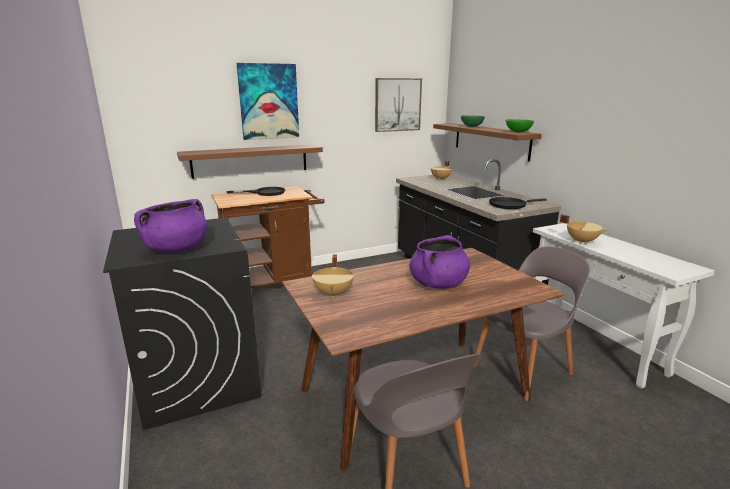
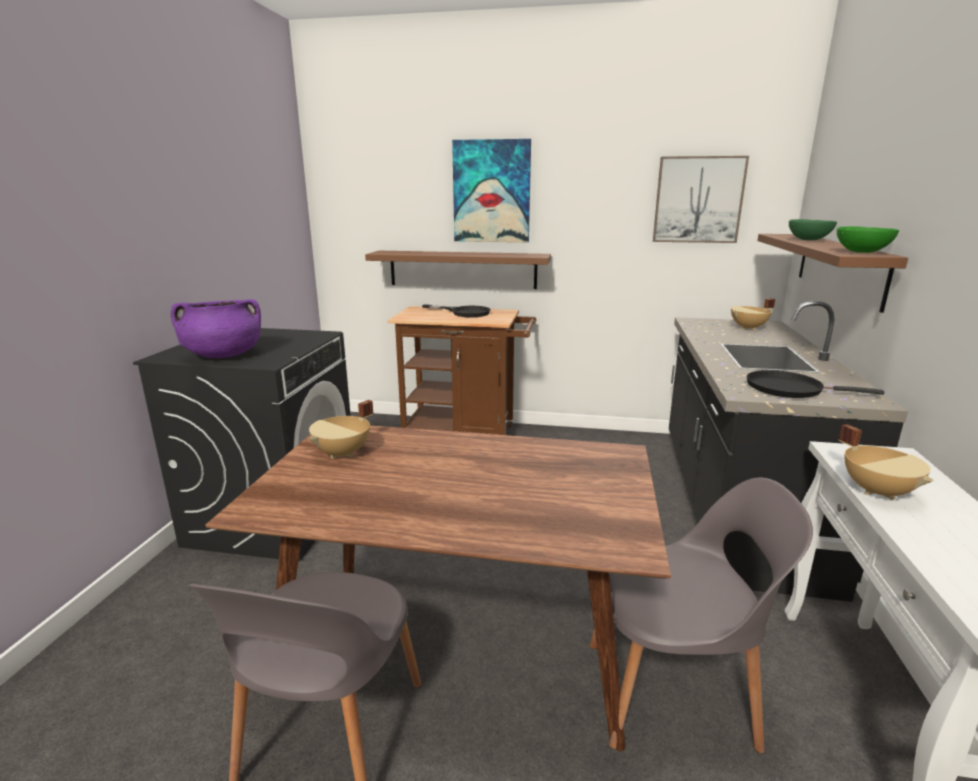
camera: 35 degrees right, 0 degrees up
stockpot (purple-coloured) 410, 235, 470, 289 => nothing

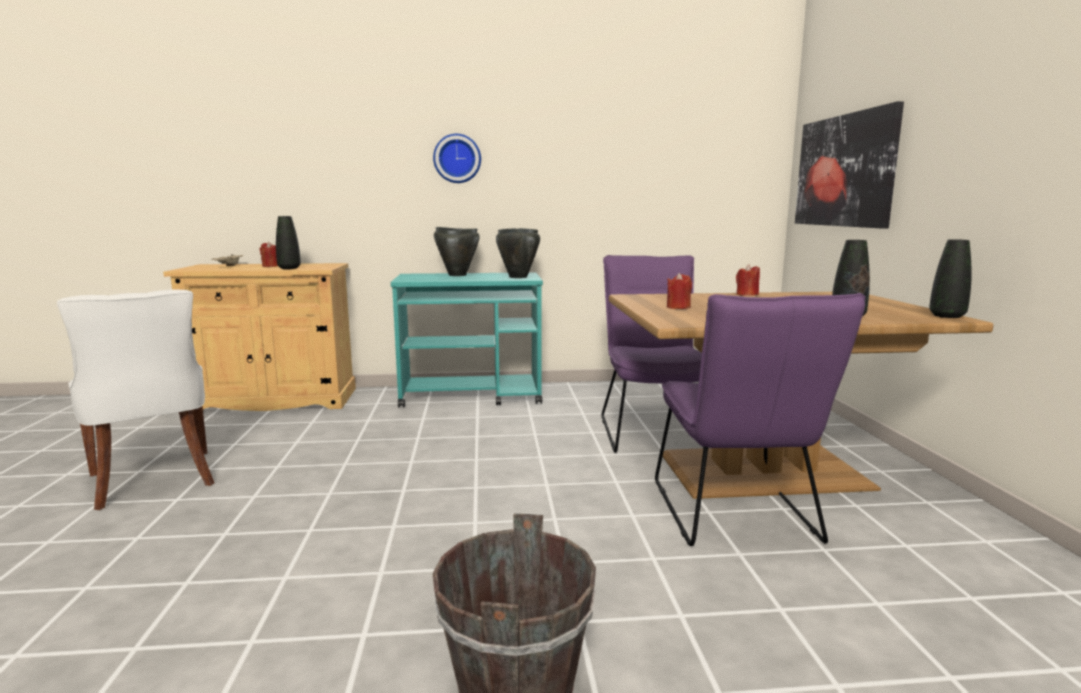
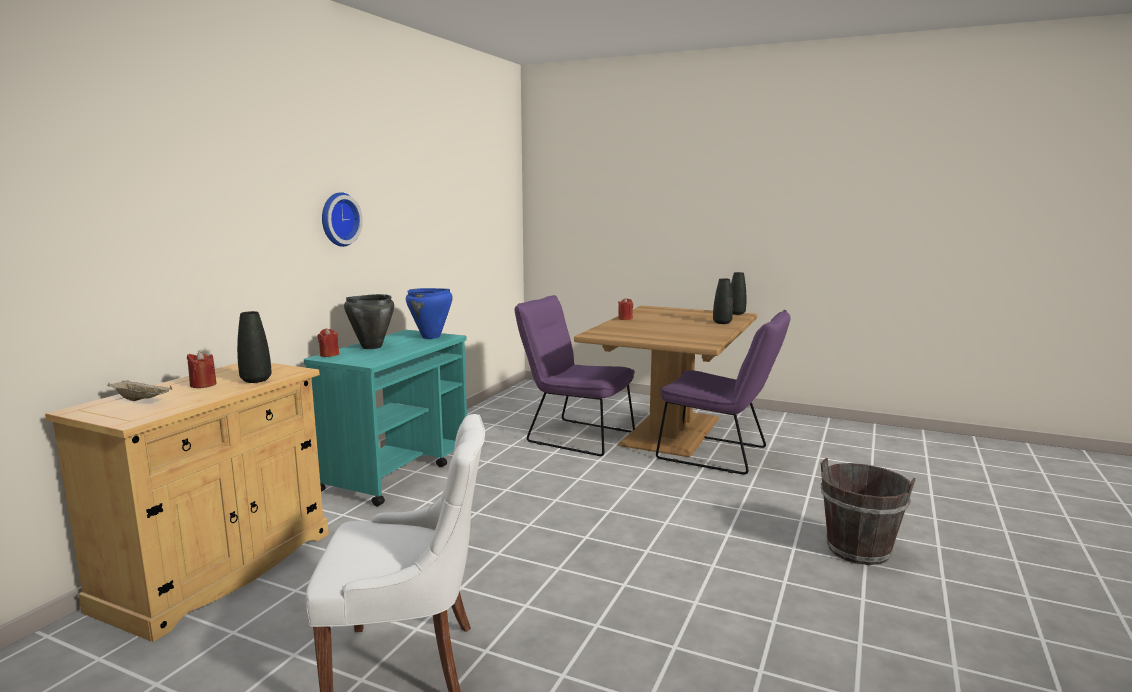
camera: 60 degrees left, 0 degrees up
wall picture 795, 101, 904, 229 => nothing
stockpot (black) 496, 228, 540, 278 => stockpot (bluish) 406, 288, 453, 339
candle (red-coloured) 667, 273, 692, 309 => candle (red-coloured) 317, 328, 339, 357, move

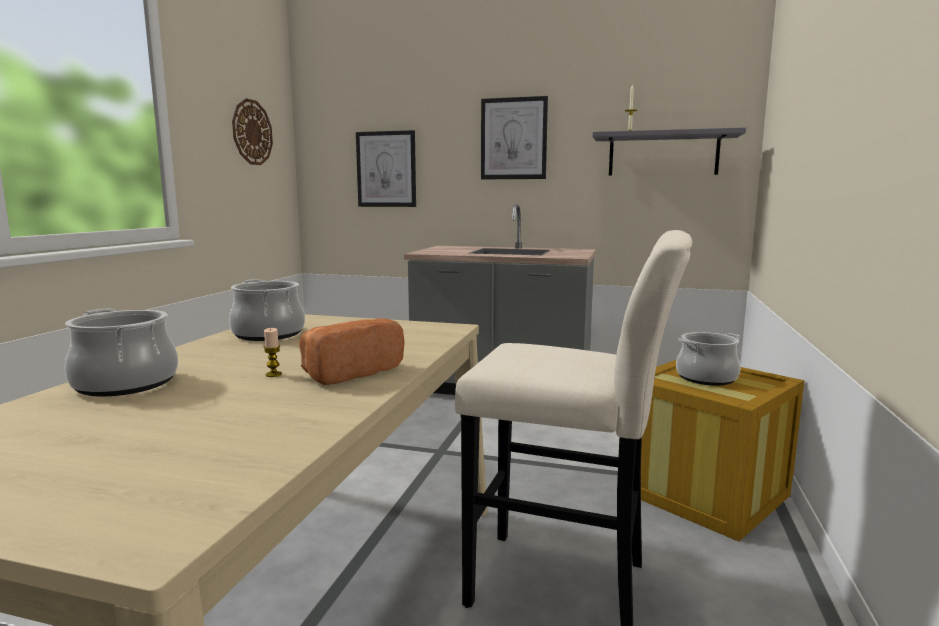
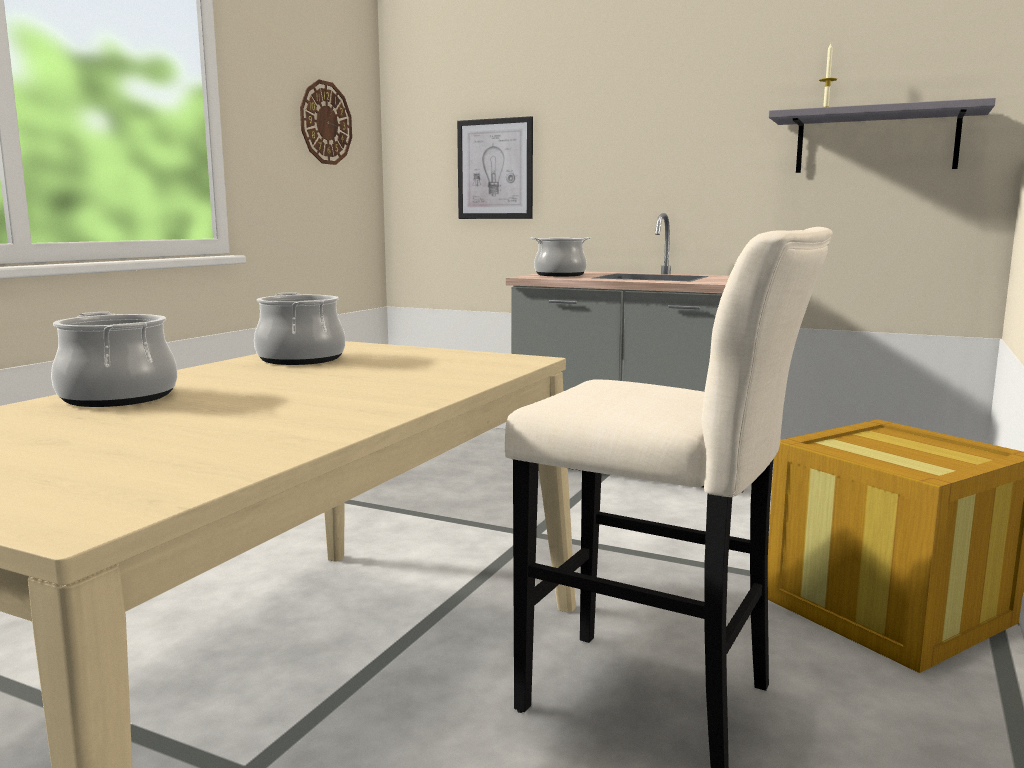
camera: 10 degrees right, 0 degrees up
wall picture 481, 96, 548, 179 => nothing
bakery bread 299, 318, 405, 385 => nothing
candle 263, 328, 282, 377 => nothing
stockpot 676, 332, 741, 386 => stockpot 530, 237, 591, 276, move

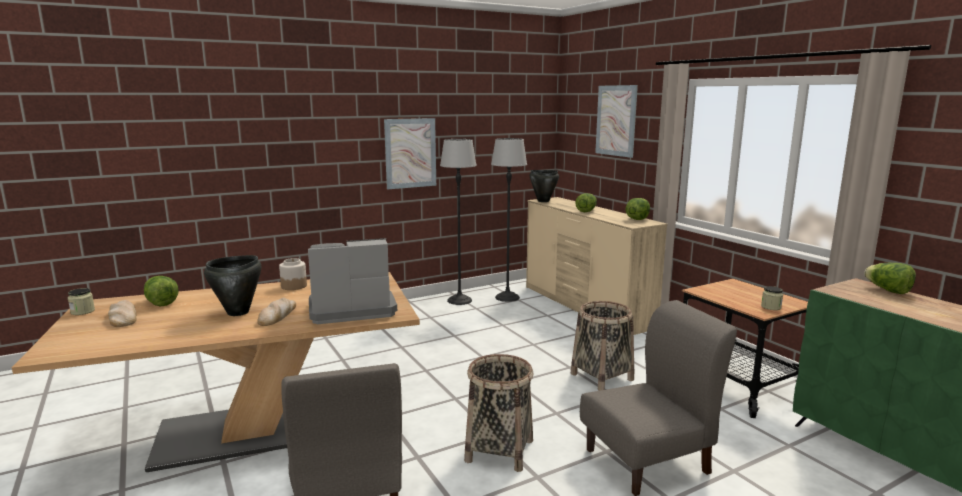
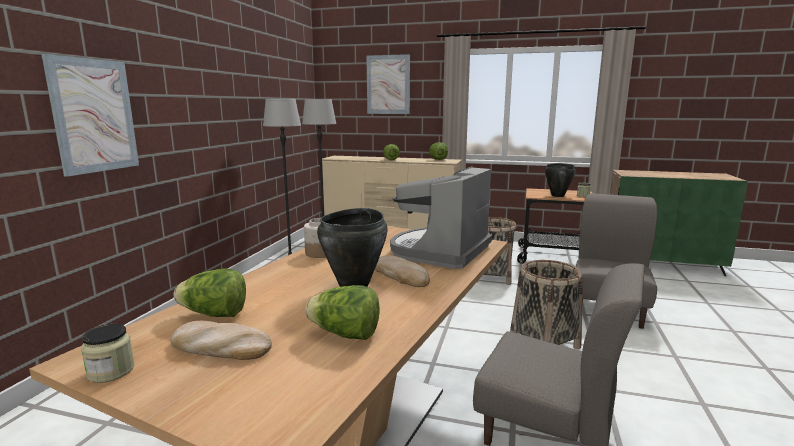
camera: 45 degrees left, 0 degrees up
wall picture 384, 118, 436, 189 => wall picture 42, 54, 139, 177, move
stockpot (black) 530, 170, 559, 202 => stockpot (black) 545, 163, 576, 197, move
lettuce 864, 263, 916, 294 => lettuce 305, 285, 380, 340, move

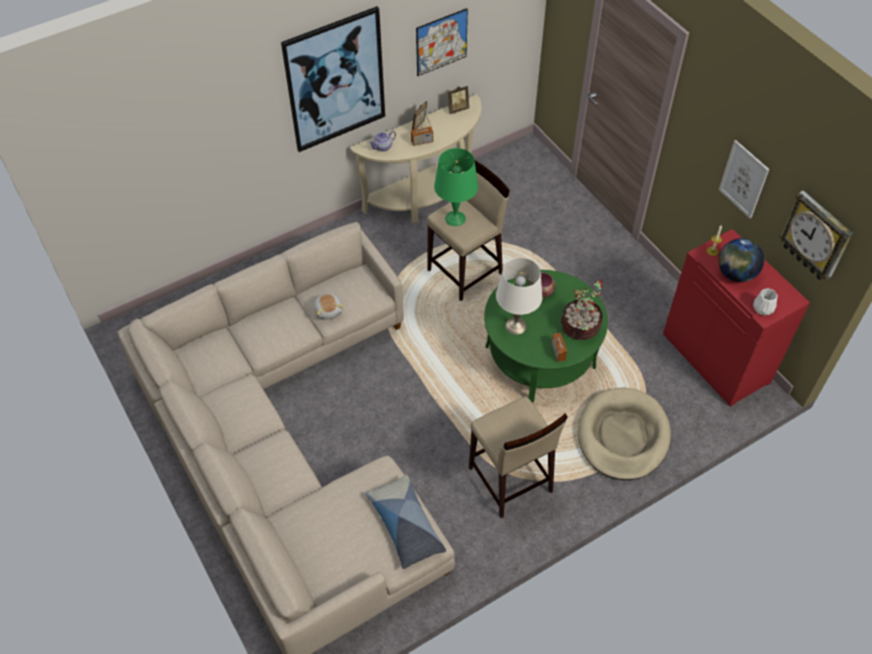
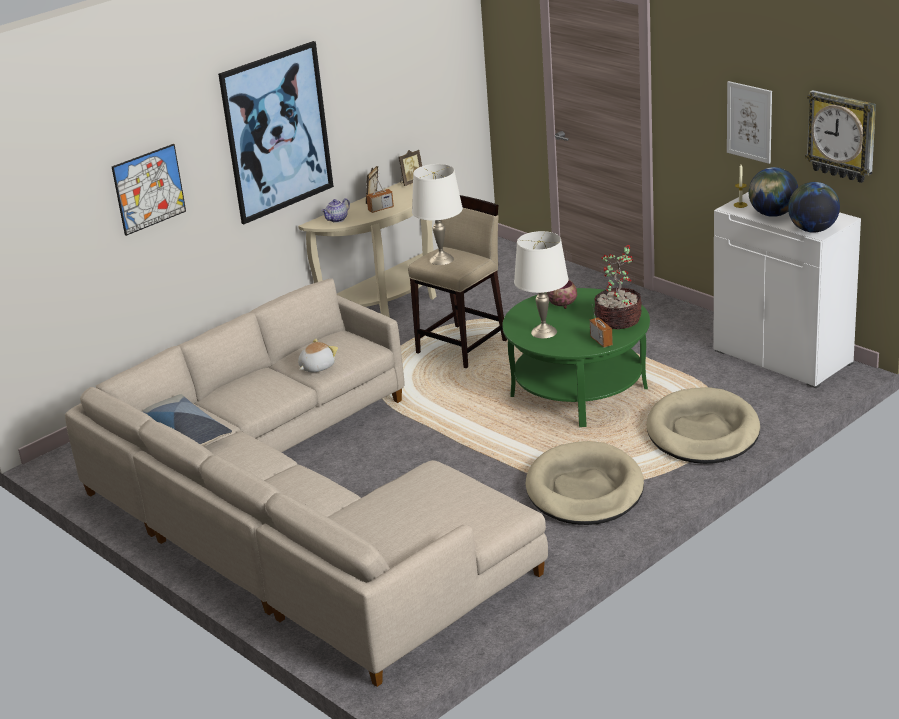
camera: 10 degrees left, 25 degrees down
wall picture 416, 8, 468, 76 => wall picture 112, 144, 186, 236, move
tabletop lamp (greenish) 434, 148, 478, 226 => tabletop lamp (whitish) 412, 164, 463, 265
cabinet (red-coloured) 663, 229, 810, 407 => cabinet (whitish) 714, 192, 861, 389
flower vase (whitish) 753, 288, 778, 316 => world globe 788, 182, 840, 232
plush toy 314, 293, 344, 320 => plush toy 298, 339, 338, 372, 105 degrees counterclockwise
stool seat (beige) 469, 396, 568, 518 => dog cushion (beige) 525, 441, 644, 525
throw pillow 366, 475, 446, 569 => throw pillow 142, 394, 232, 446, move

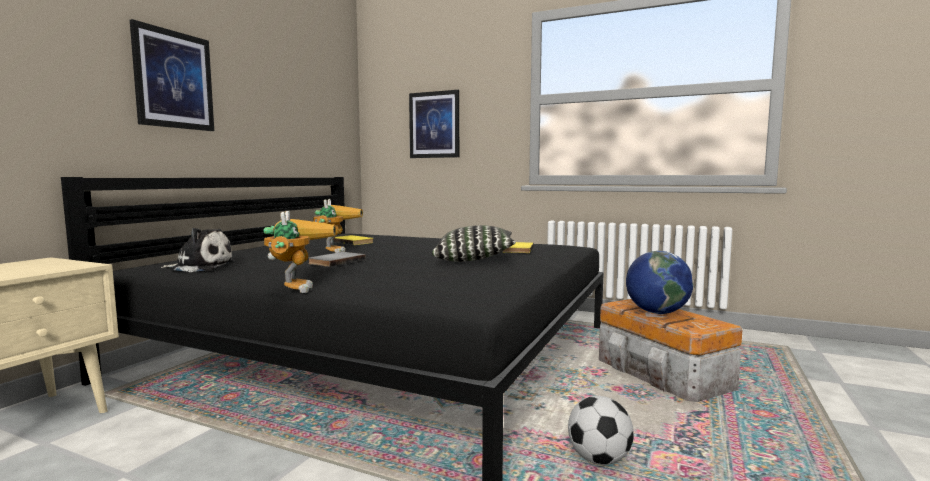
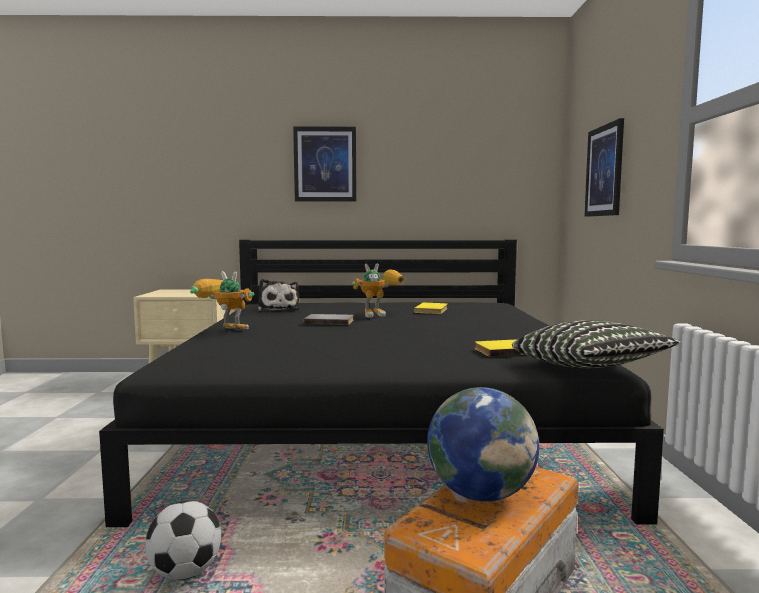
camera: 65 degrees right, 0 degrees up
toy robot 263, 211, 336, 293 => toy robot 190, 271, 254, 329, 135 degrees counterclockwise
throw pillow 432, 225, 516, 262 => throw pillow 512, 320, 681, 368, move

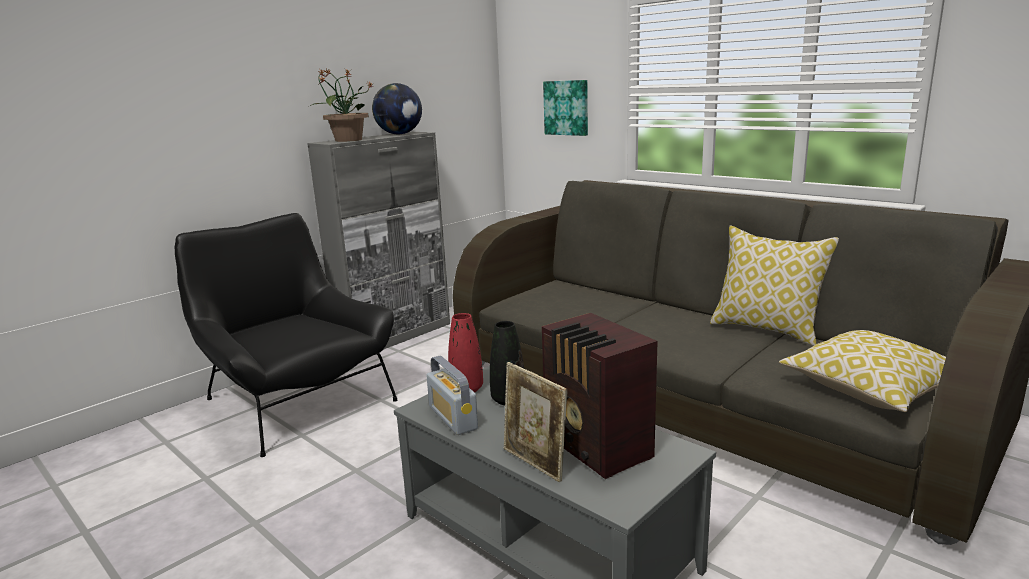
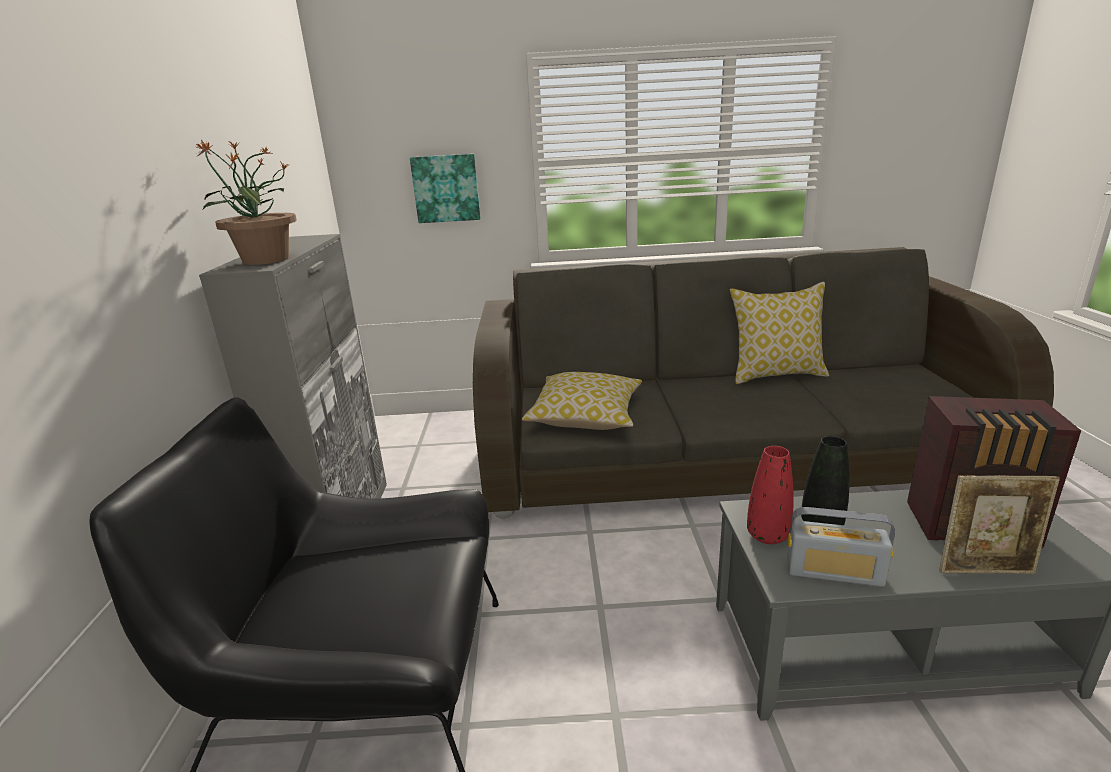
camera: 45 degrees left, 5 degrees up
world globe 372, 83, 422, 134 => nothing
throw pillow 779, 330, 946, 412 => throw pillow 522, 372, 642, 430, move

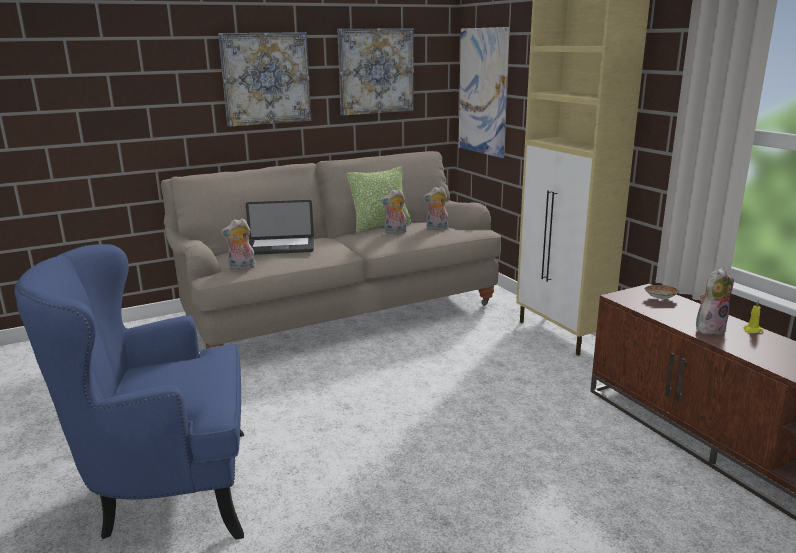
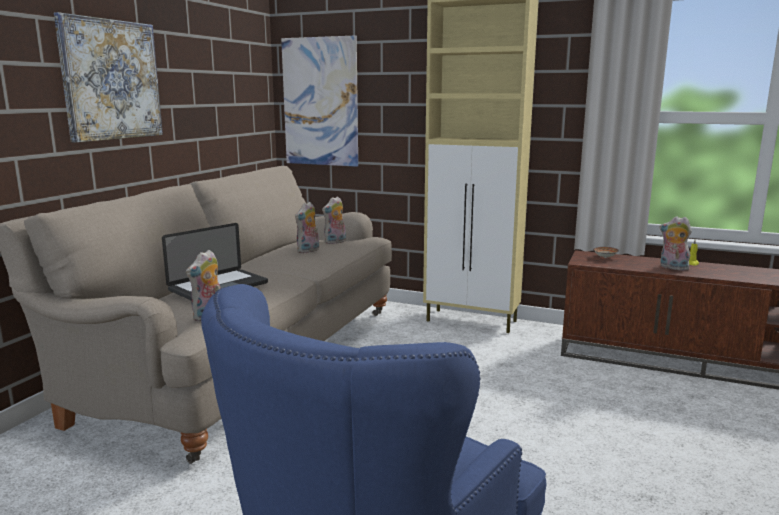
camera: 40 degrees left, 5 degrees down
wall picture 337, 28, 414, 116 => nothing
throw pillow 346, 167, 412, 232 => nothing
plush toy 696, 268, 734, 335 => plush toy 660, 216, 692, 271, 75 degrees counterclockwise

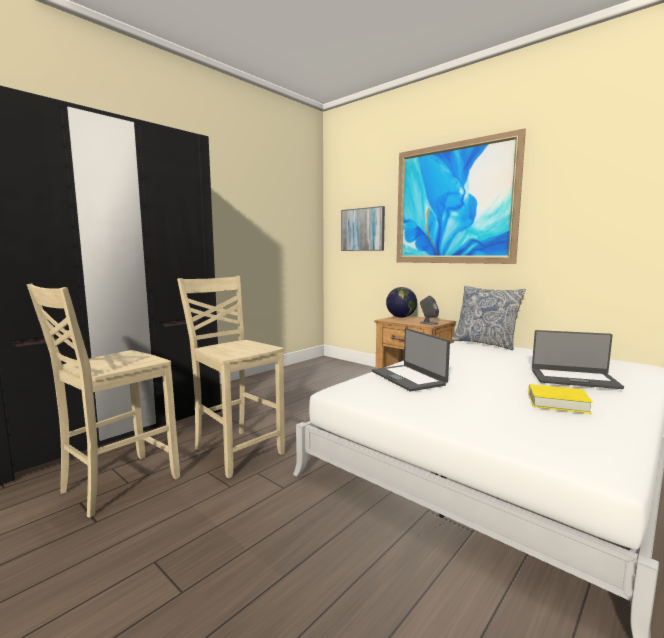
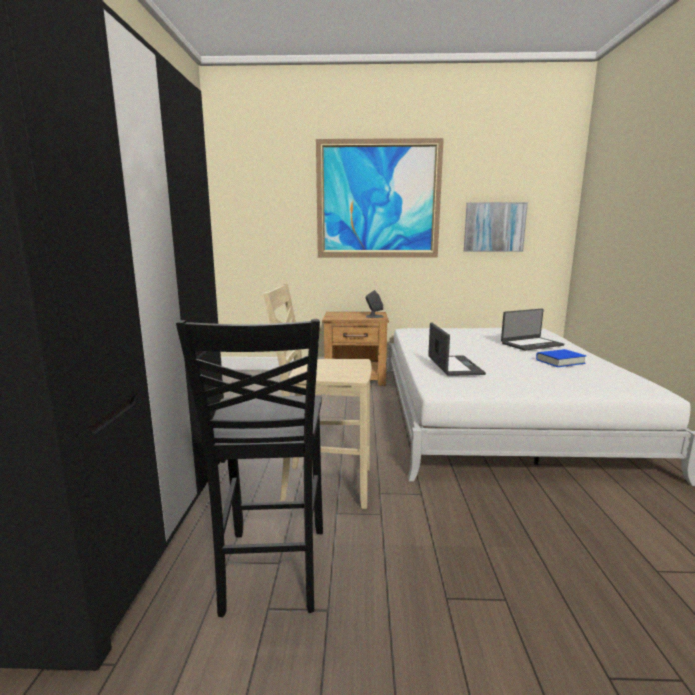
camera: 40 degrees left, 5 degrees up
wall picture 341, 206, 385, 251 => wall picture 464, 202, 528, 252, move
upright chair (beige) 27, 283, 180, 518 => upright chair (black) 176, 319, 323, 617
throw pillow 452, 286, 526, 350 => nothing
world globe 386, 287, 417, 318 => nothing
portable computer 372, 328, 450, 392 => portable computer 428, 323, 486, 376, 120 degrees counterclockwise
bound book (yellow-coloured) 528, 384, 593, 414 => bound book (bluish) 536, 349, 586, 367

